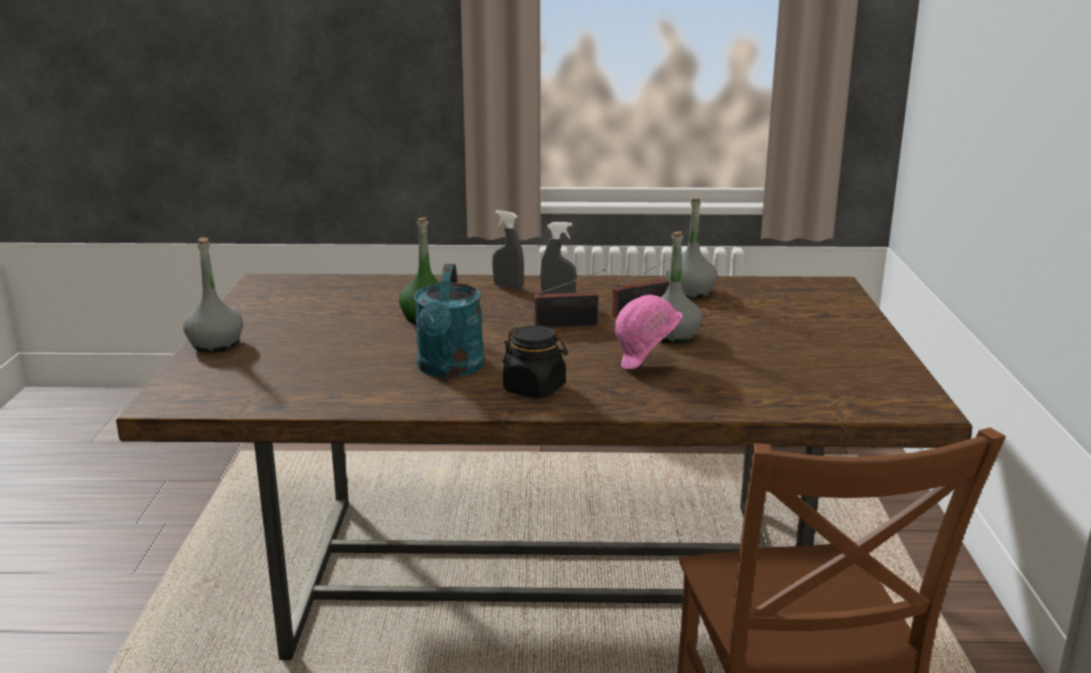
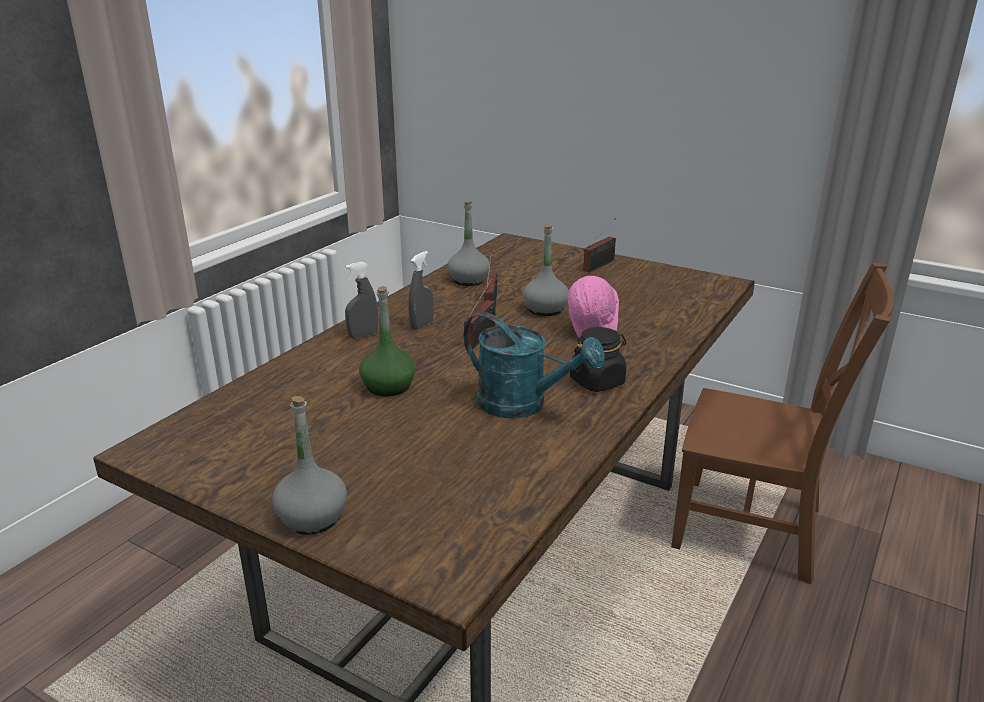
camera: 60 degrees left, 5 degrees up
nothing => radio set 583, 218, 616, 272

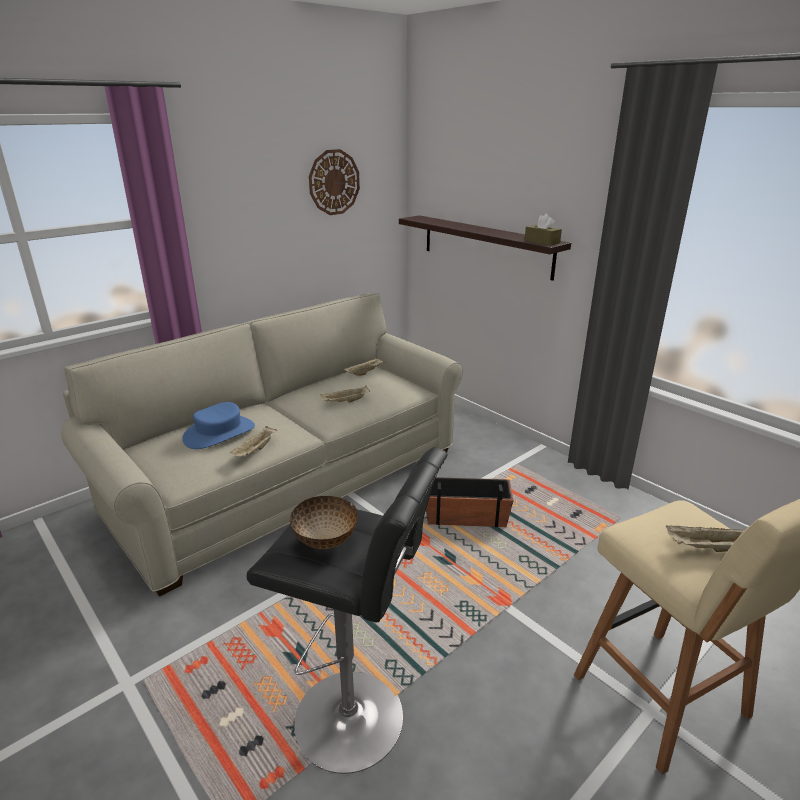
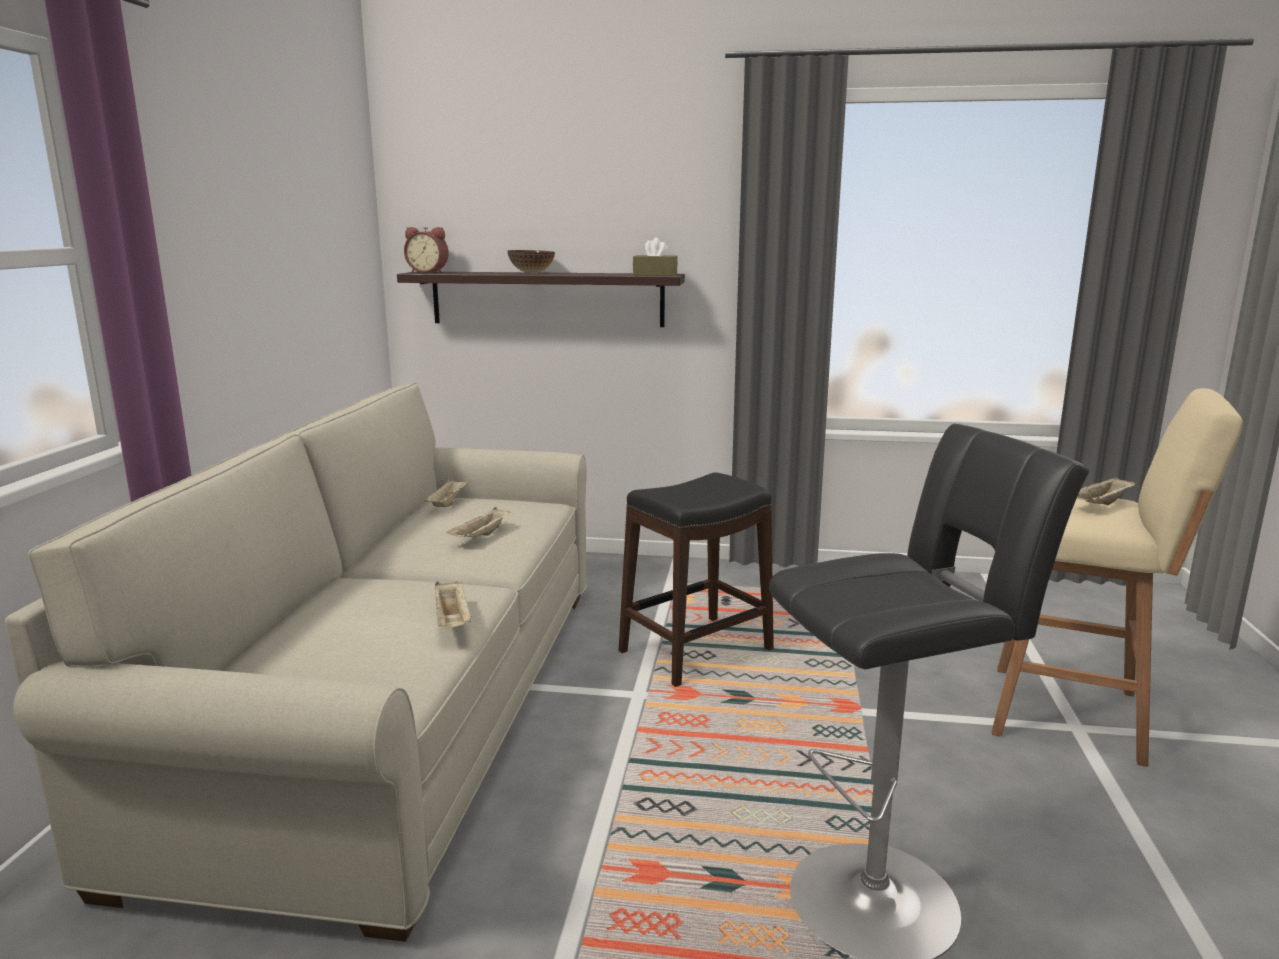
camera: 40 degrees left, 10 degrees down
clock on the wall 309, 149, 360, 215 => nothing
wearable hat (bluish) 182, 402, 255, 449 => nothing
plant pot 426, 477, 514, 527 => stool seat (black) 618, 473, 774, 687
bowl 290, 496, 358, 549 => bowl 508, 250, 555, 273, move
nothing => bedside clock 404, 227, 449, 273

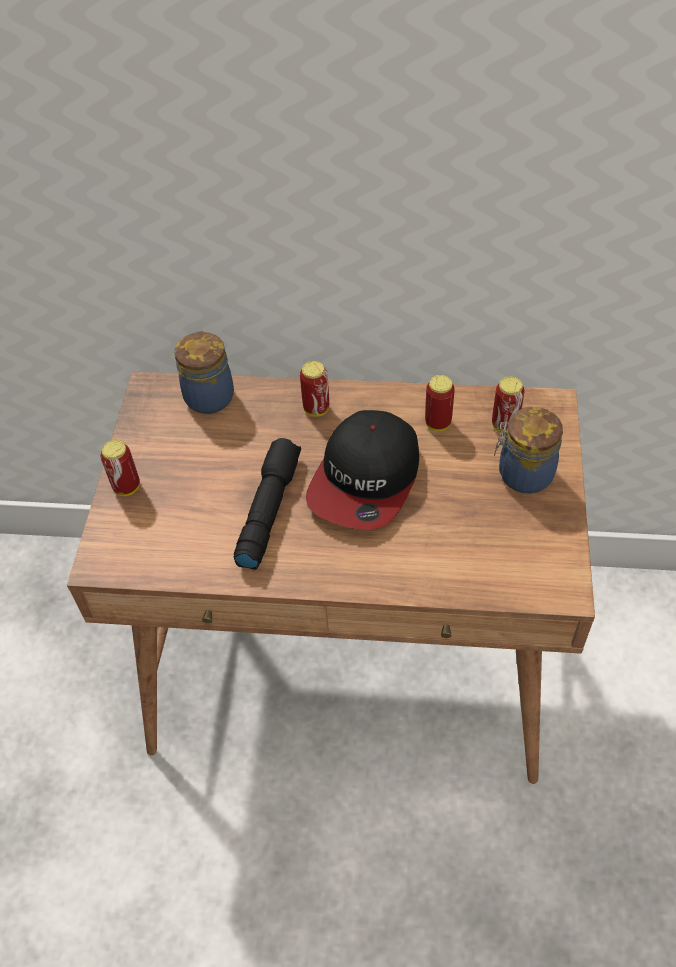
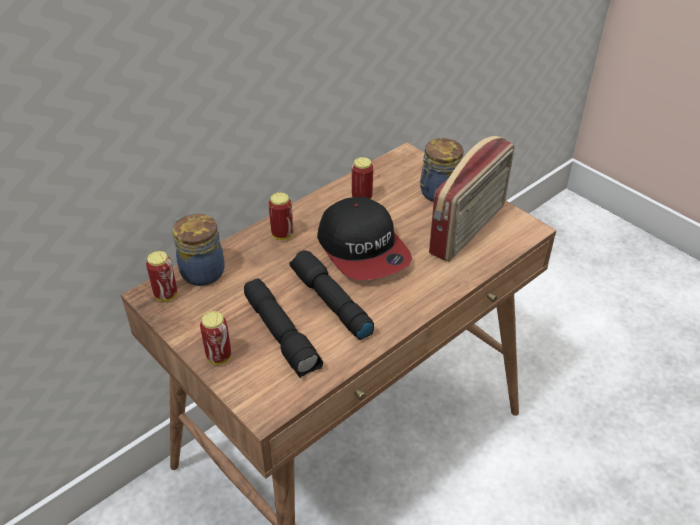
camera: 50 degrees left, 10 degrees down
sealed can 492, 376, 525, 432 => sealed can 146, 251, 177, 302, move
nothing => radio set 429, 136, 515, 262
nothing => torch (black) 244, 279, 323, 378

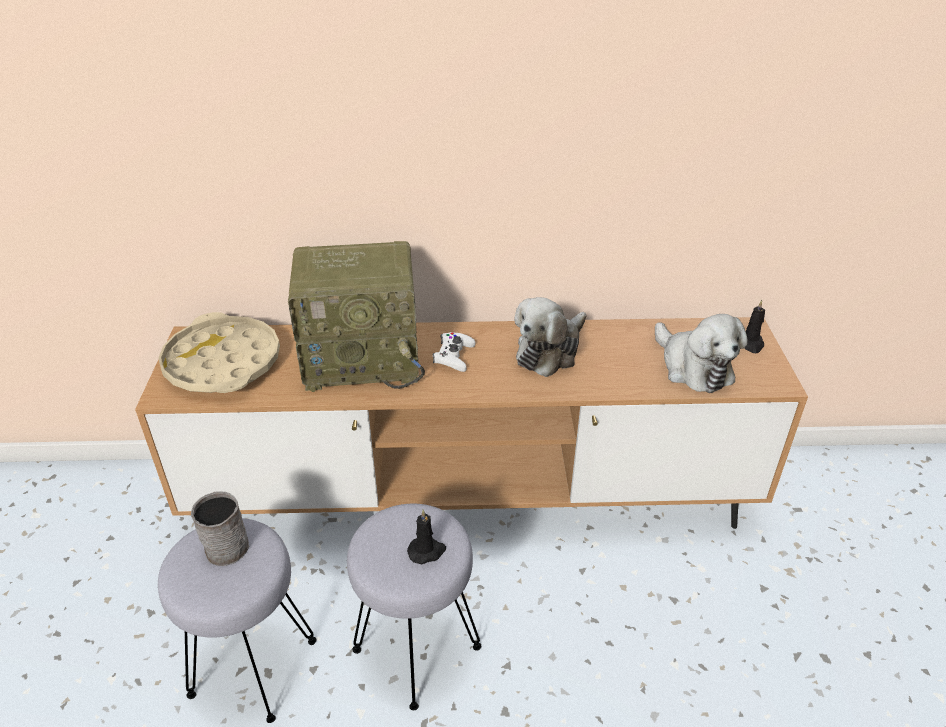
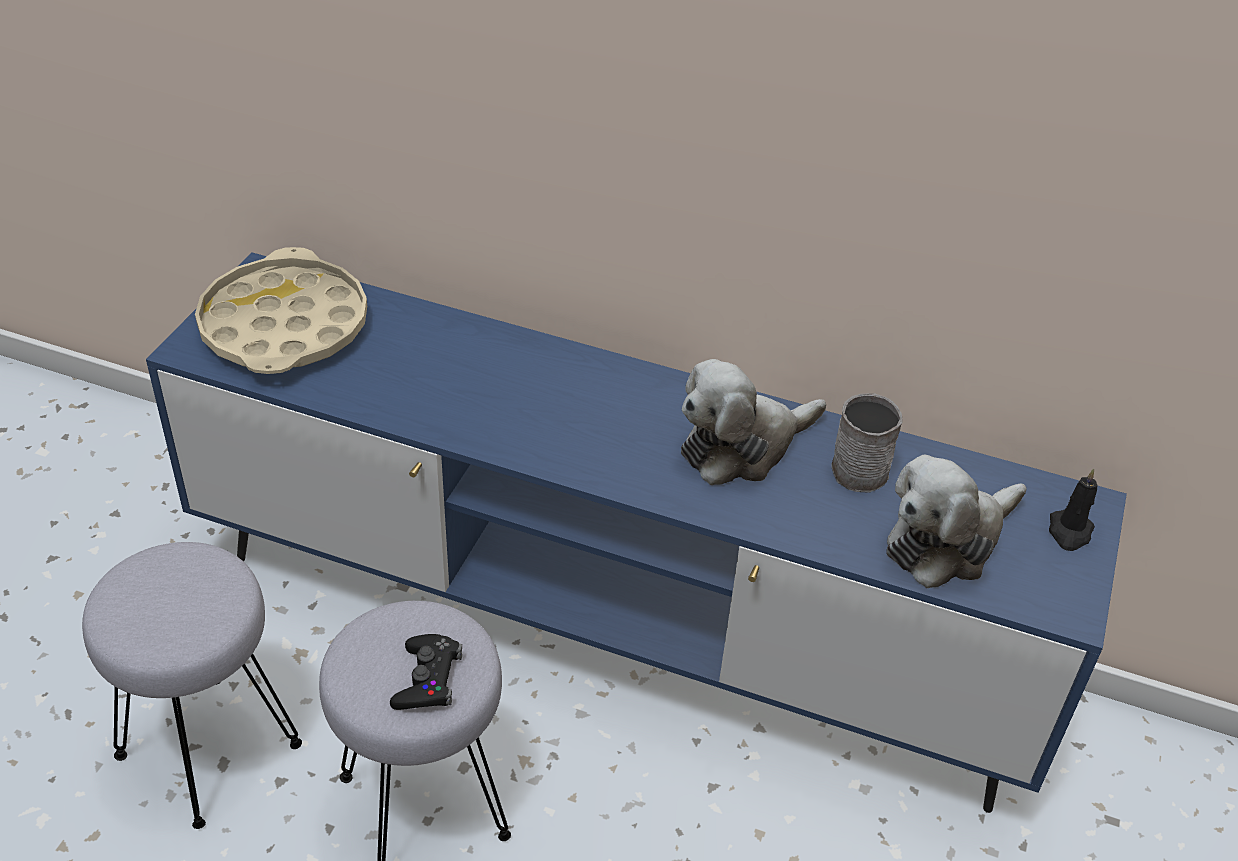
camera: 20 degrees right, 5 degrees up
radio set 288, 241, 425, 392 => nothing
plush toy 655, 314, 747, 393 => plush toy 886, 454, 1027, 588, 60 degrees clockwise
tv stand (brownish) 135, 317, 808, 529 => tv stand (bluish) 146, 252, 1127, 813
game controller (whitish) 432, 332, 476, 372 => nothing
coffee mug (greyish) 191, 491, 249, 566 => coffee mug (greyish) 832, 393, 902, 493, move
candle (black) 407, 509, 446, 564 => game controller (black) 390, 634, 462, 710

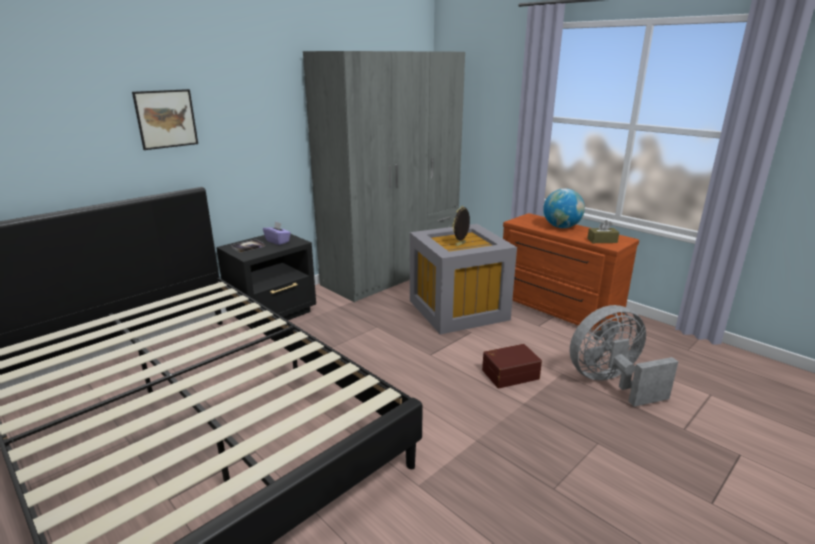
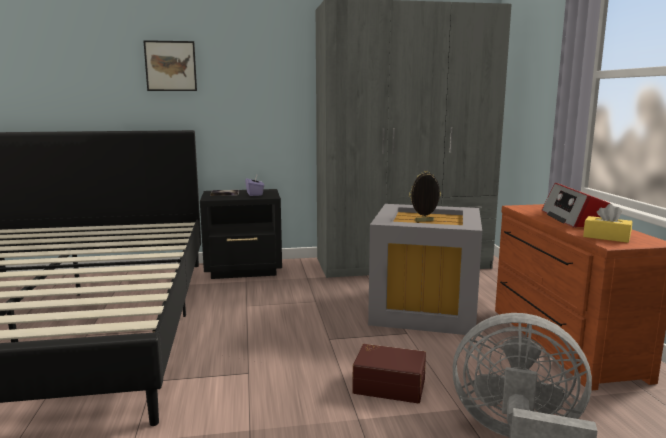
camera: 35 degrees right, 10 degrees down
world globe 543, 188, 585, 228 => radio set 542, 183, 610, 228
tissue box (brownish) 587, 220, 619, 243 => tissue box (yellow-coloured) 583, 204, 632, 243

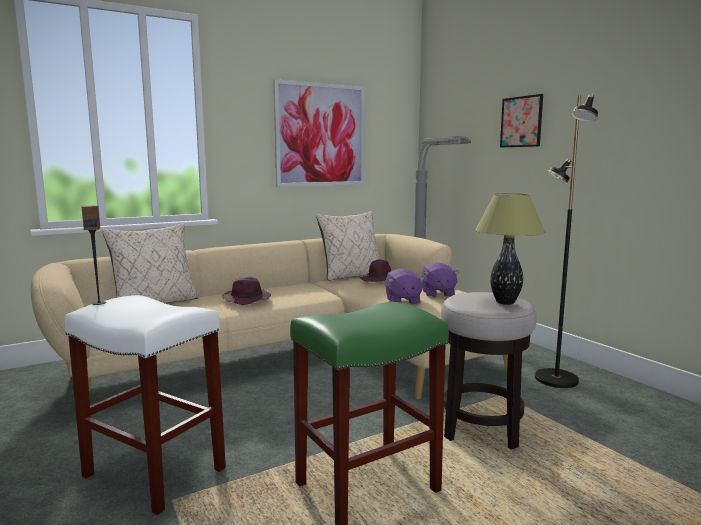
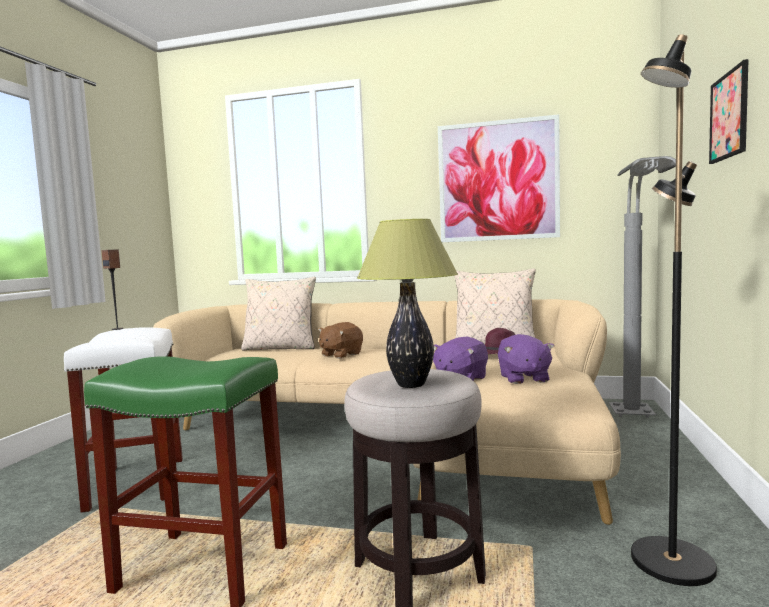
camera: 45 degrees right, 5 degrees down
plush toy (purple-coloured) 421, 262, 459, 297 => plush toy (purple-coloured) 498, 334, 554, 384, 45 degrees counterclockwise
wearable hat (purple-coloured) 222, 276, 271, 305 => plush toy (brownish) 318, 322, 363, 359

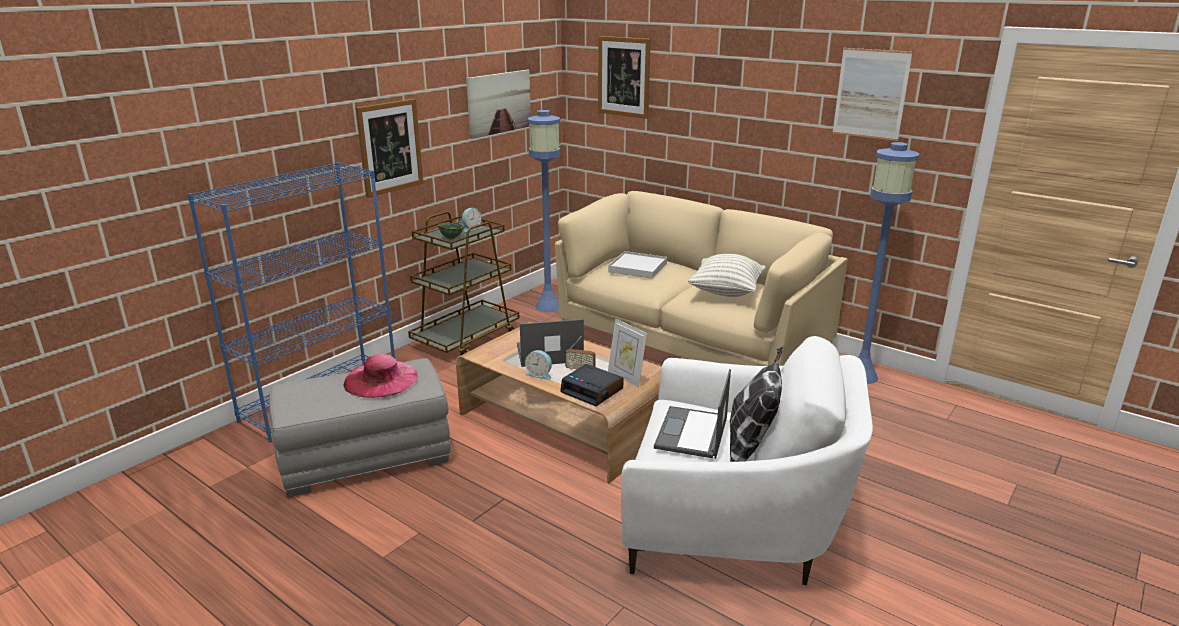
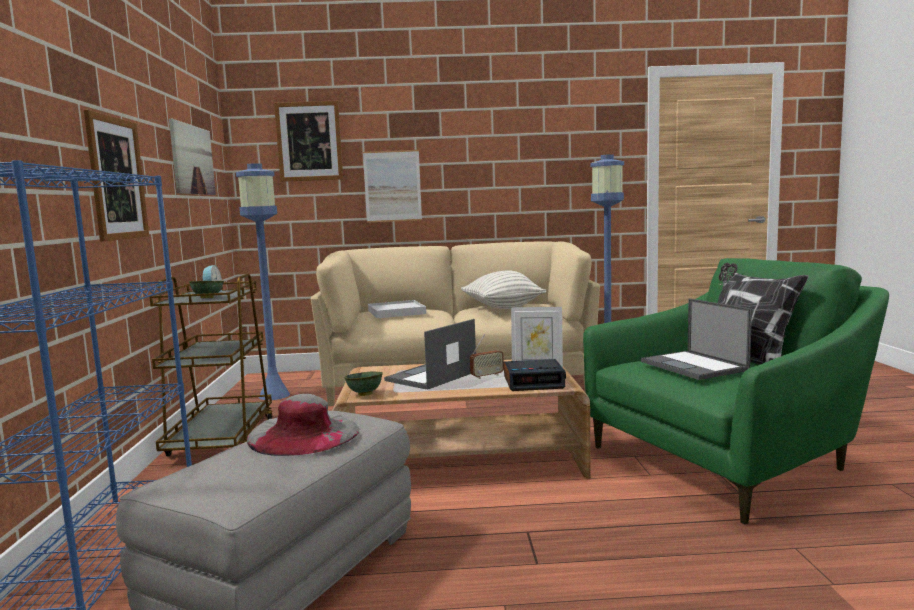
camera: 40 degrees left, 15 degrees down
wall picture 832, 48, 913, 141 => wall picture 363, 150, 422, 223, move
armchair (whitish) 621, 336, 873, 585 => armchair (greenish) 583, 258, 889, 524
bedside clock 525, 350, 552, 380 => nothing
wearable hat (pink-coloured) 343, 354, 418, 398 => wearable hat (greyish) 247, 394, 359, 456
nothing => bowl (greenish) 344, 371, 383, 396

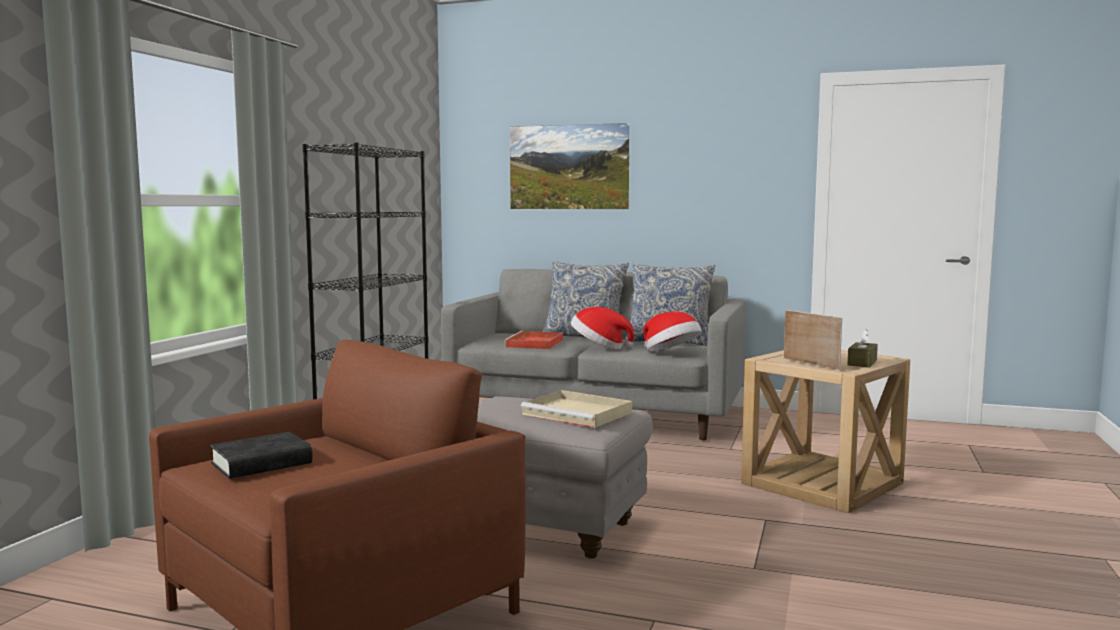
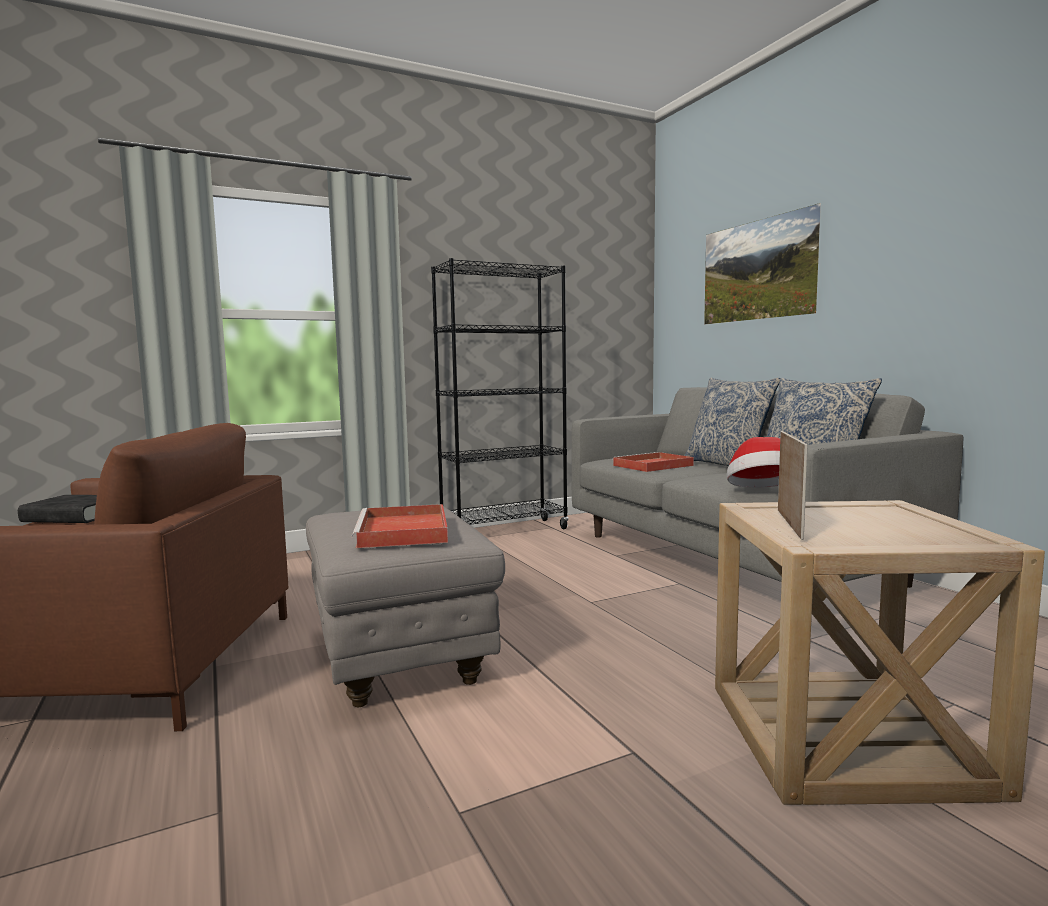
camera: 45 degrees right, 0 degrees up
wearable hat 571, 307, 634, 350 => nothing
tissue box (brownish) 847, 329, 878, 368 => nothing
carrying tray (beige) 521, 390, 632, 428 => carrying tray (red-coloured) 352, 504, 448, 548

